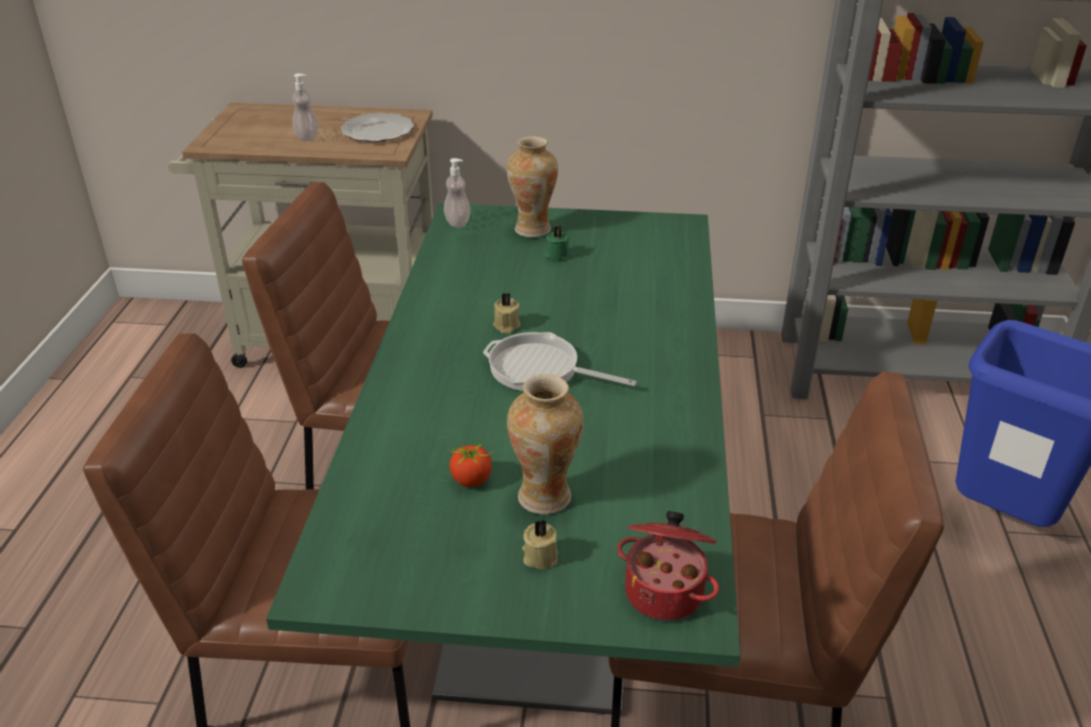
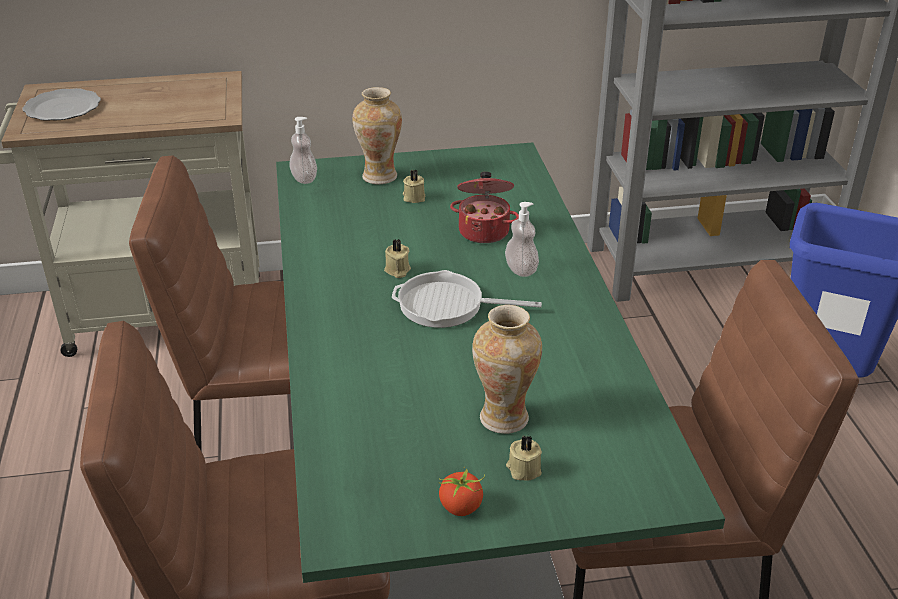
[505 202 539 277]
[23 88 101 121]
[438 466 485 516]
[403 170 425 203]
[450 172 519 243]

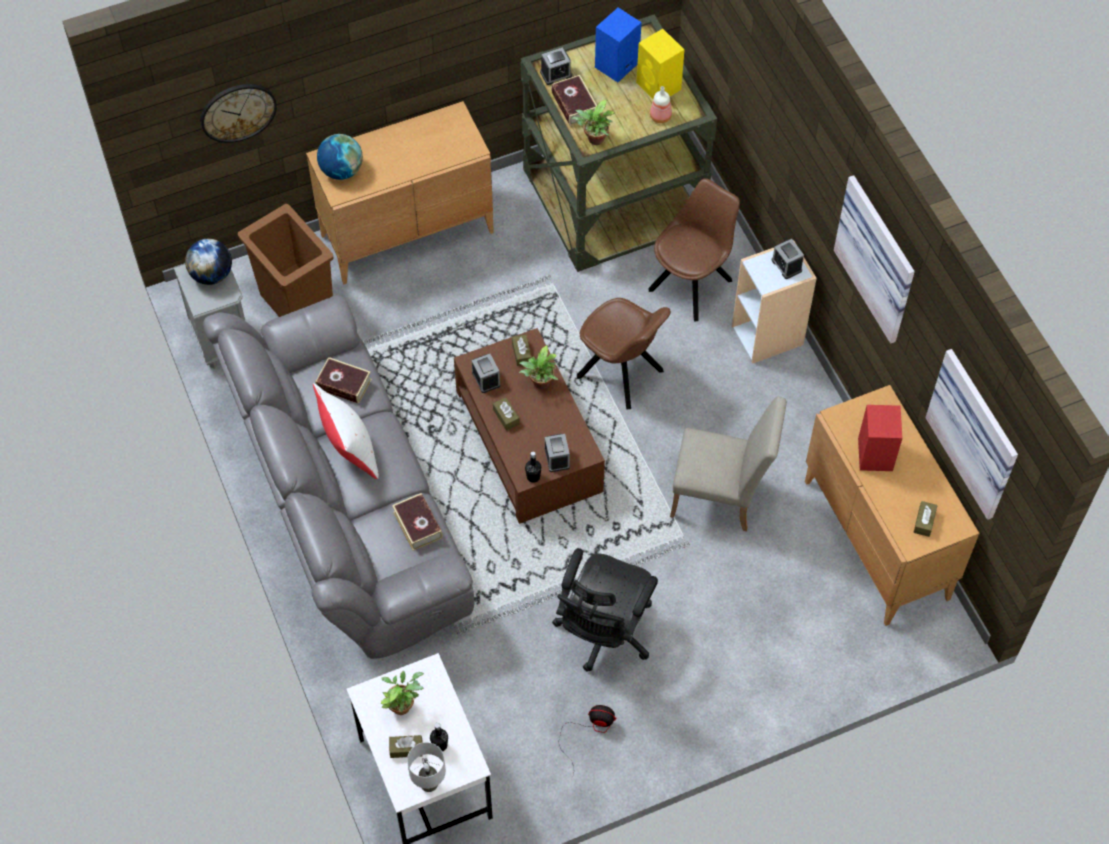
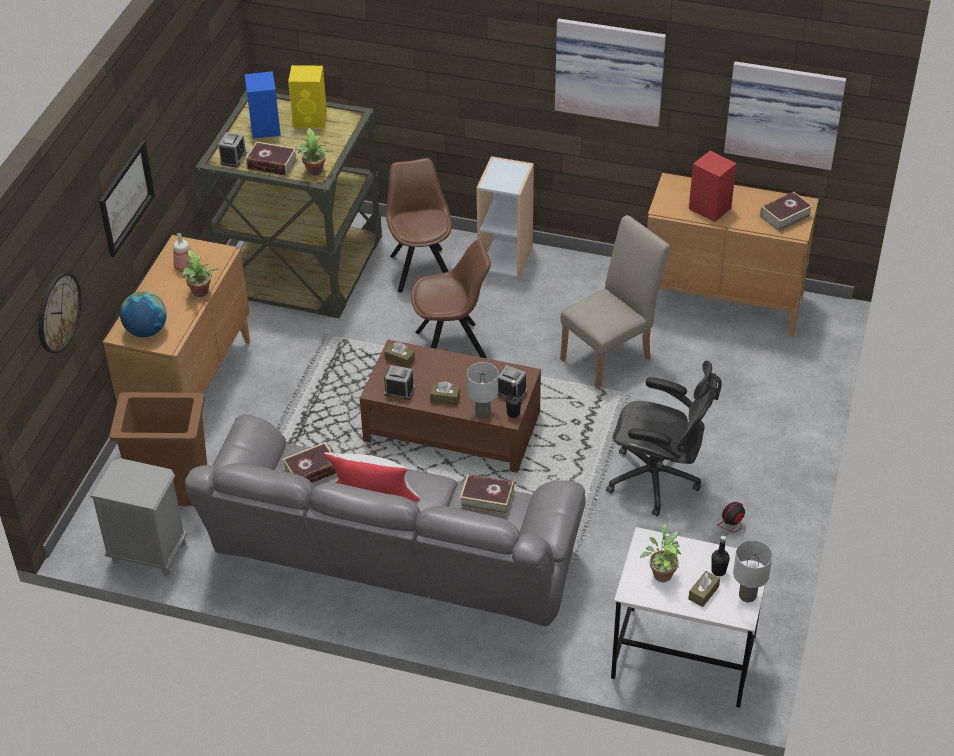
[185 239 232 285] (first image)
[181 250 218 297]
[606 361 722 516]
[173 233 191 272]
[772 239 804 279] (first image)
[760 192 813 232]
[99 141 155 257]
[467 362 498 419]

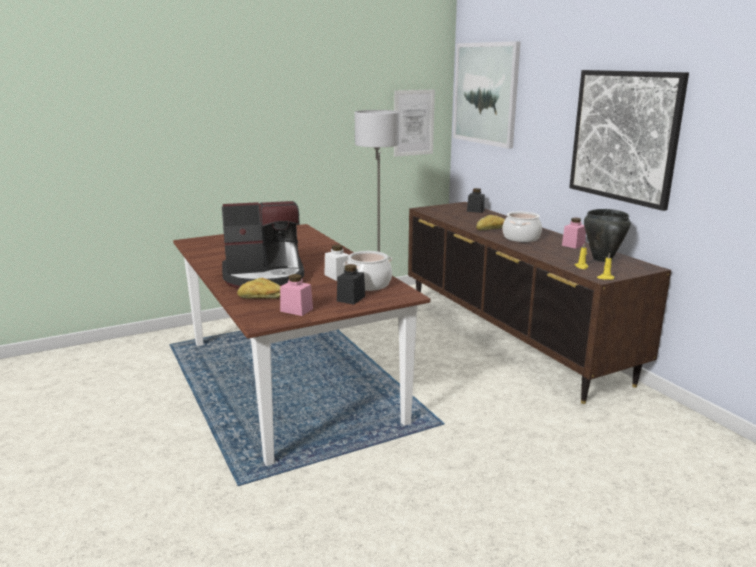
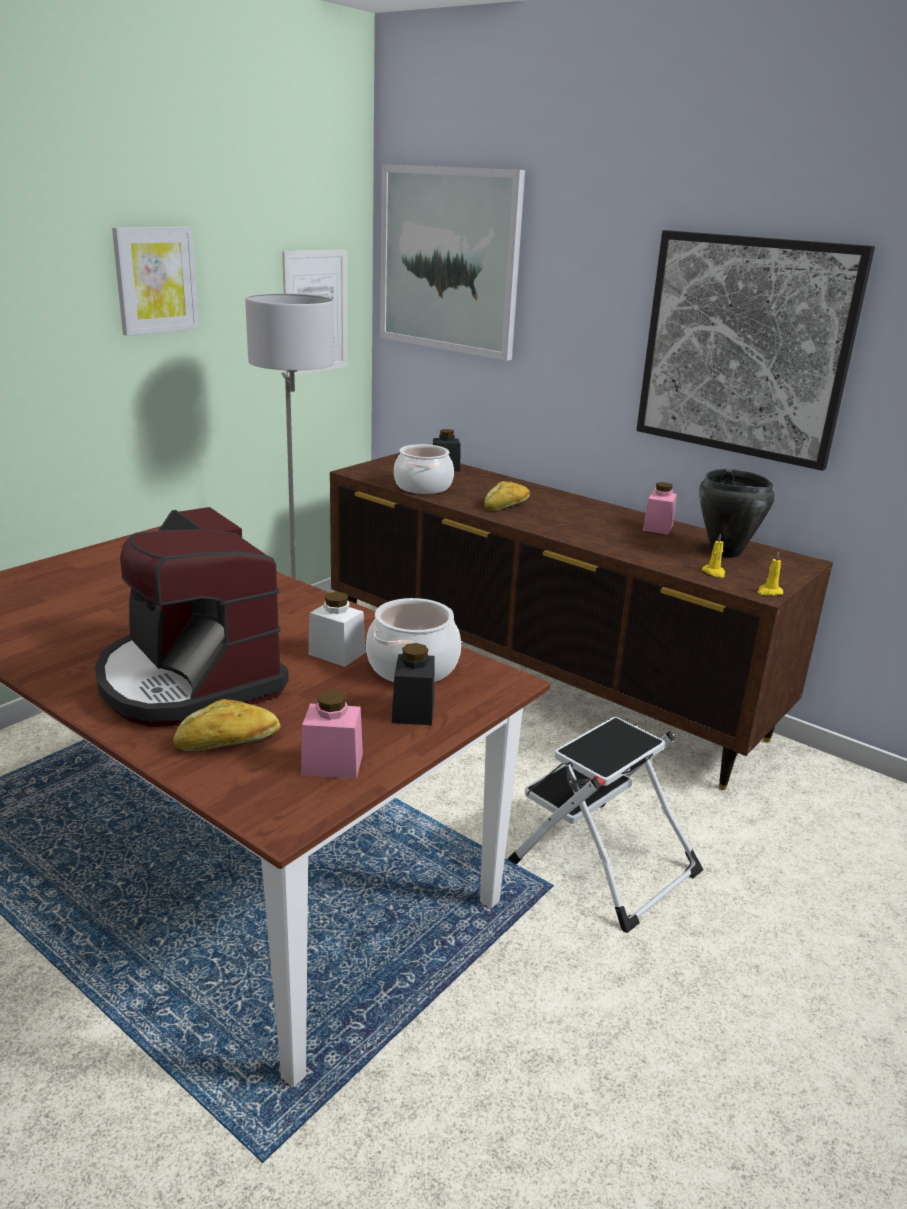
[95 507 289 727]
[394 444 454 494]
[112 227 199 336]
[507 717 703 933]

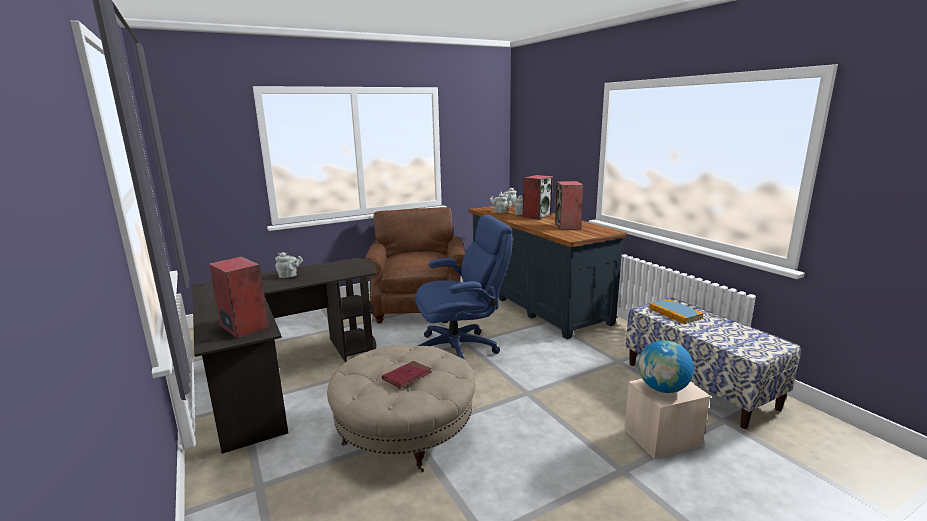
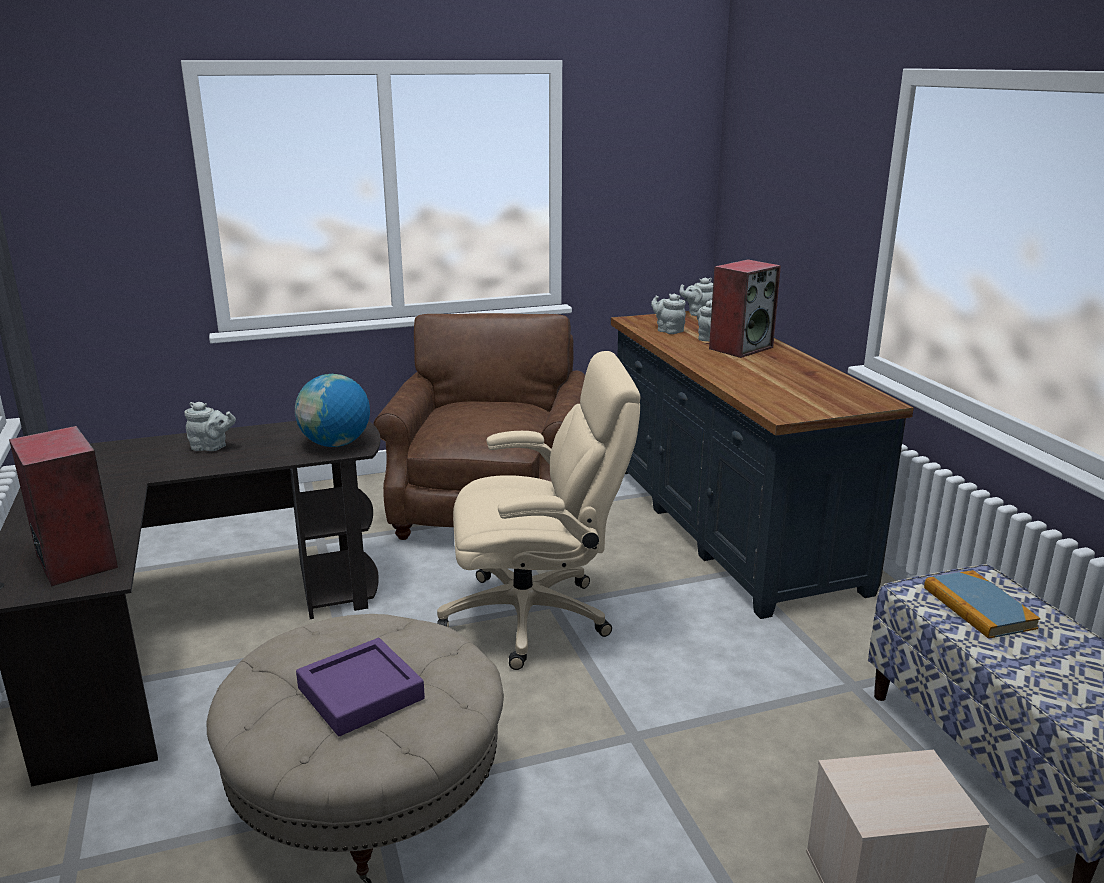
[296 638 425 736]
[437 351 640 670]
[555 181 584 230] (first image)
[295 374 370 447]

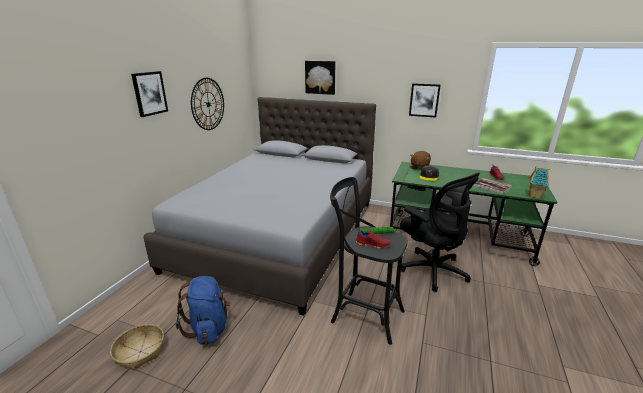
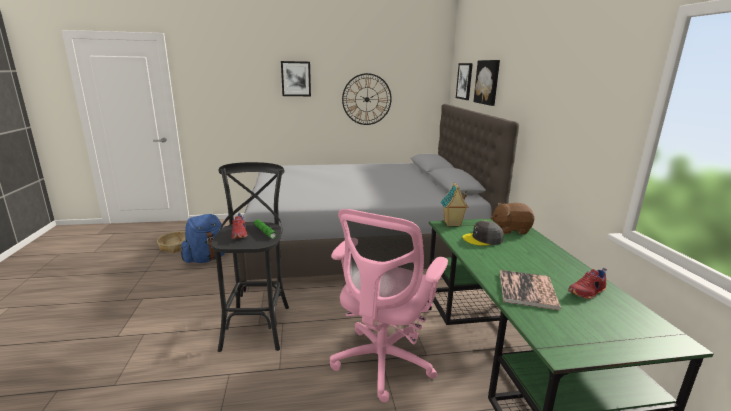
[330 209 448 402]
[456 63 473 100]
[441 183 469 227]

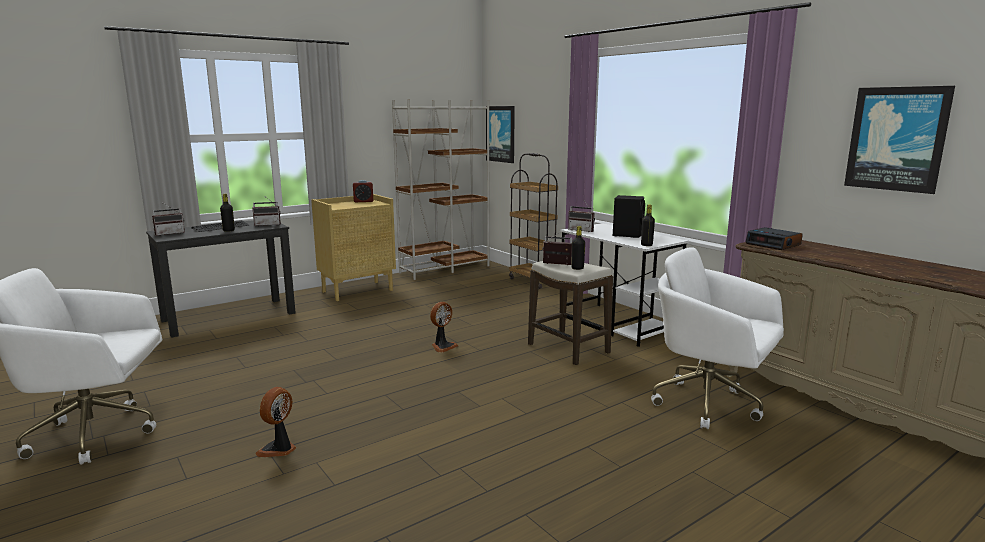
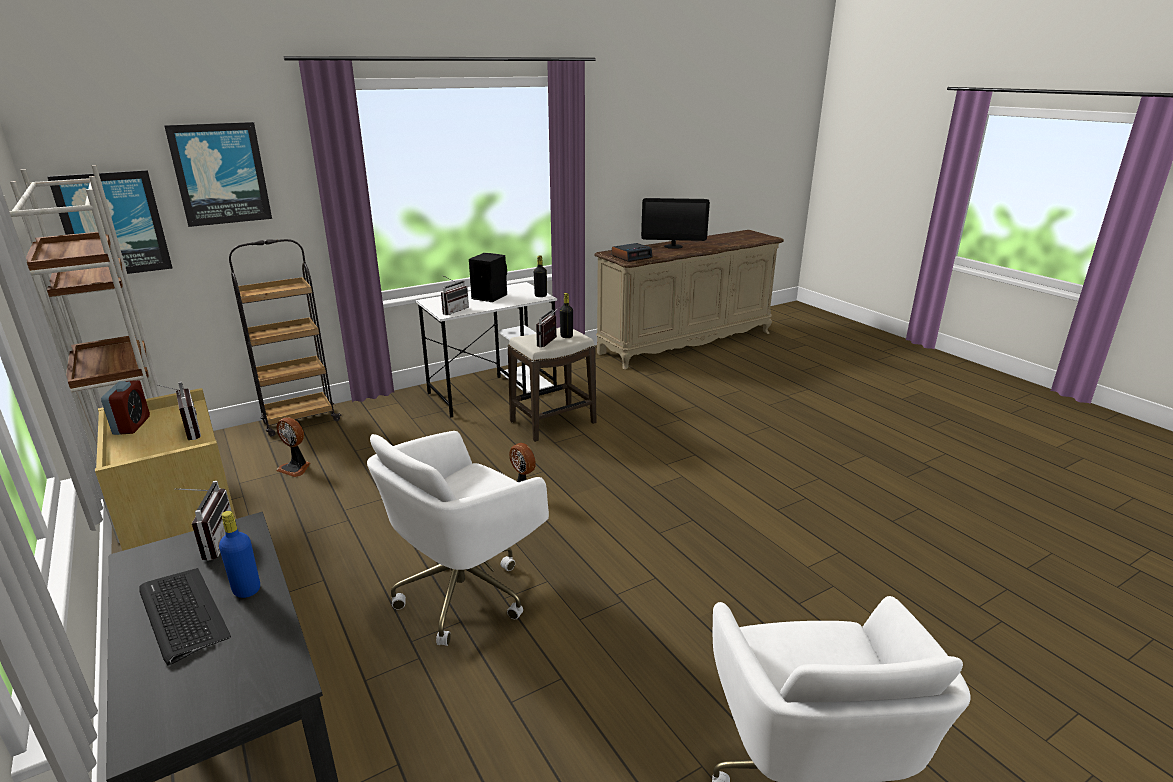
[158 382 201 440]
[219 511 260 598]
[276 417 310 477]
[367 431 549 646]
[164 122 272 227]
[641 198 710 249]

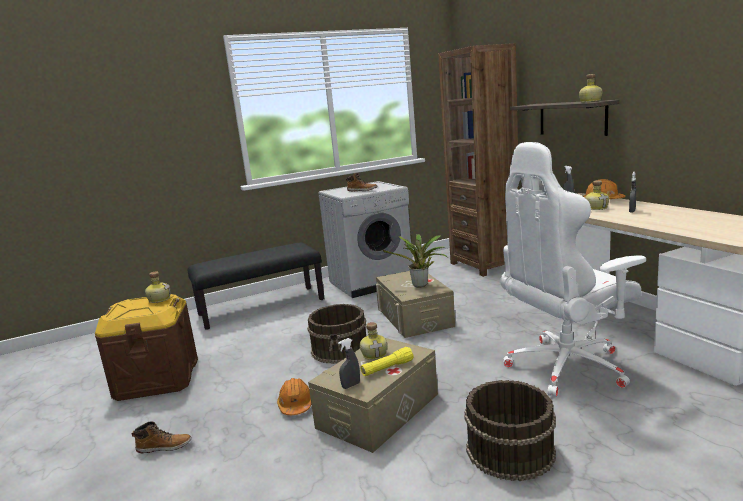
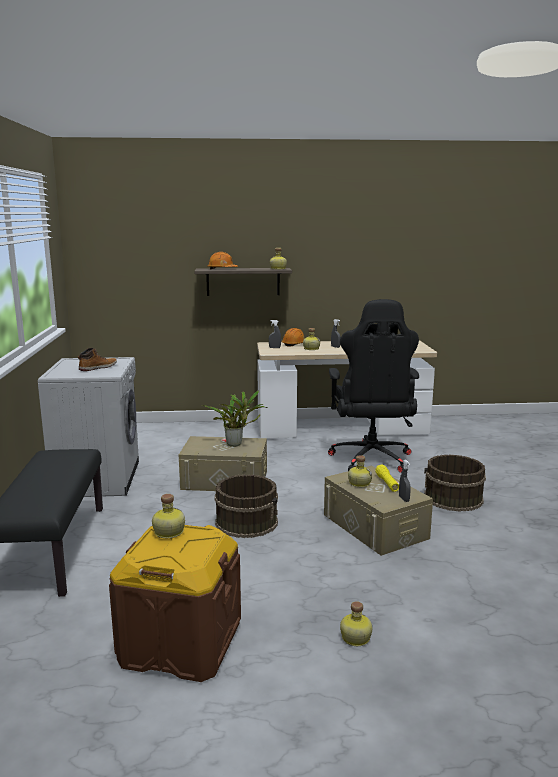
[340 601 373 646]
[207 252 238 269]
[438 43 519 277] (first image)
[328 299 419 473]

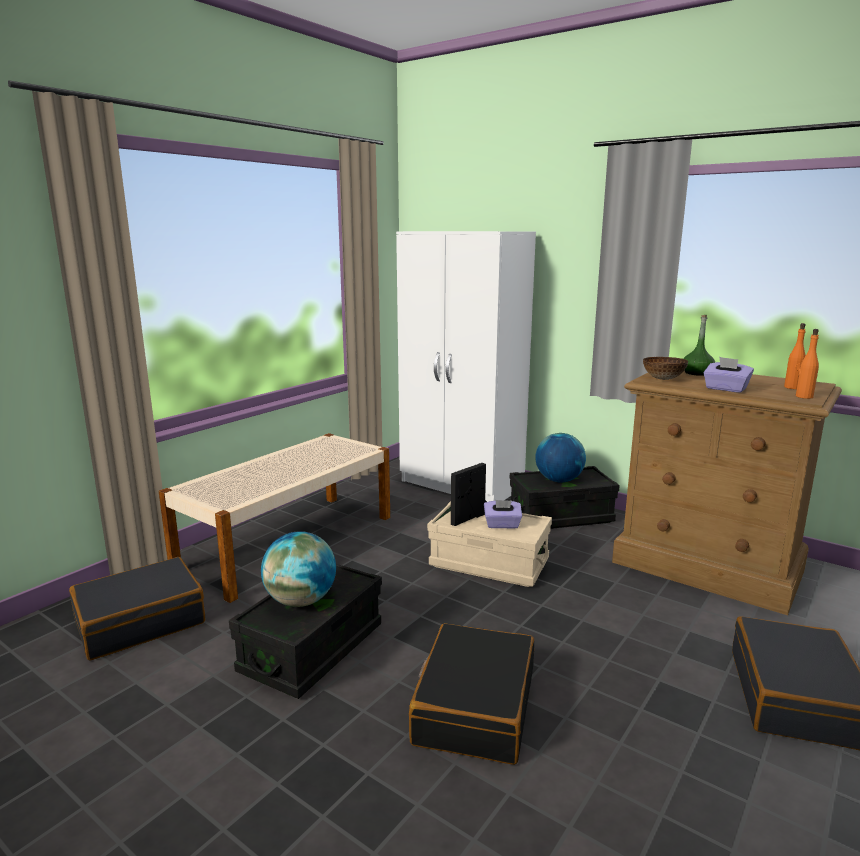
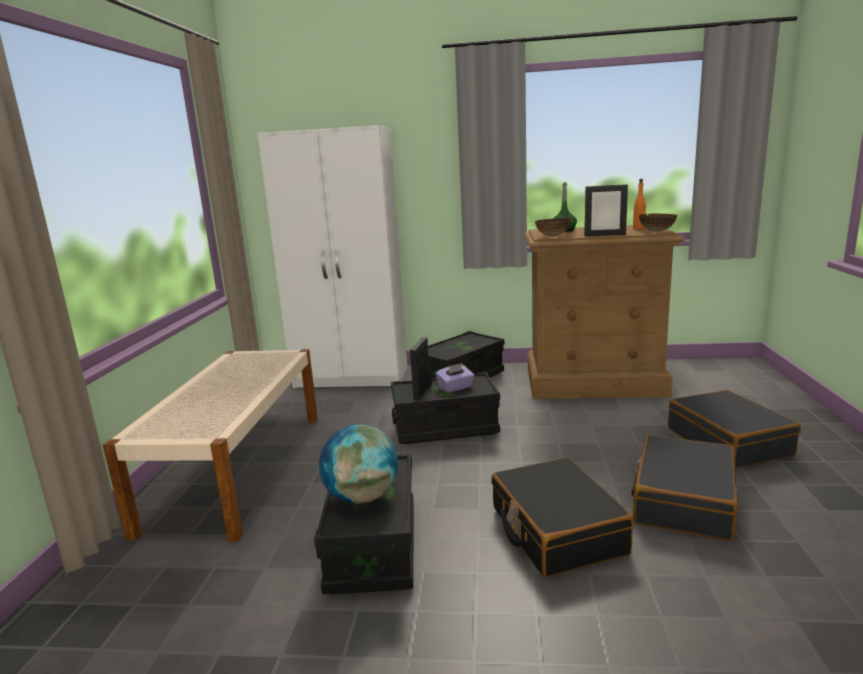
[631 435 739 541]
[391 372 500 444]
[535 433 586 482] (first image)
[584 184 628 236]
[639 214 677 232]

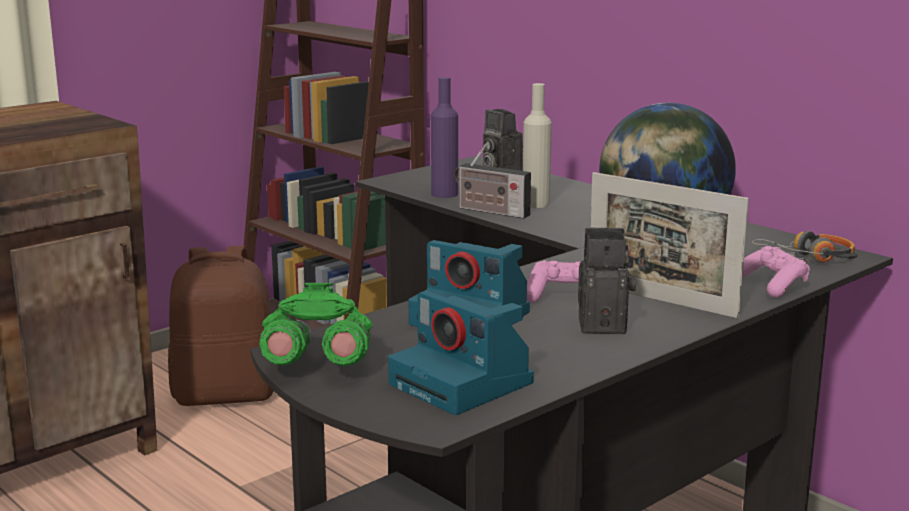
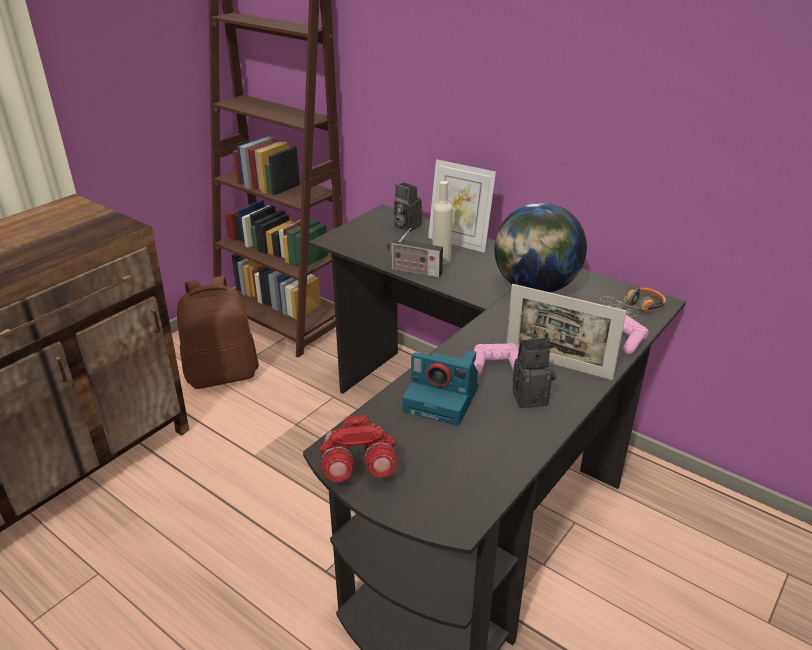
[319 415 397 482]
[388 291 534 415] (first image)
[431 77 458 198] (first image)
[428 159 496 253]

